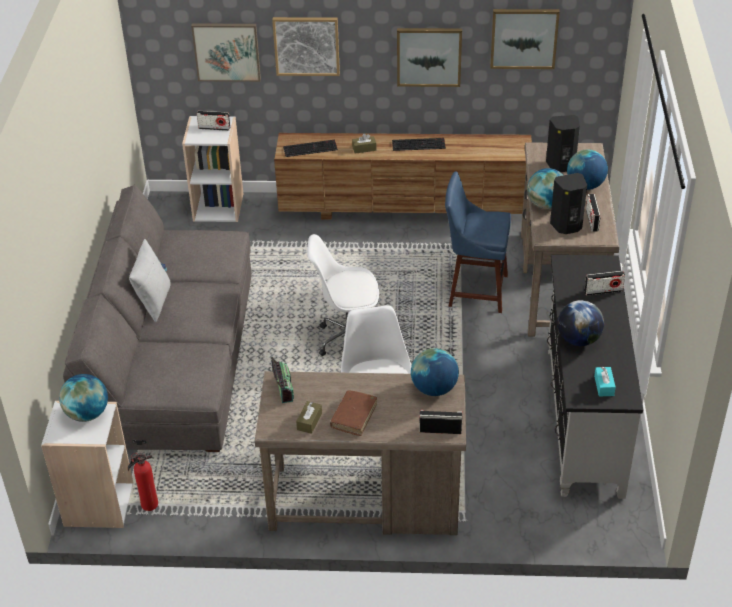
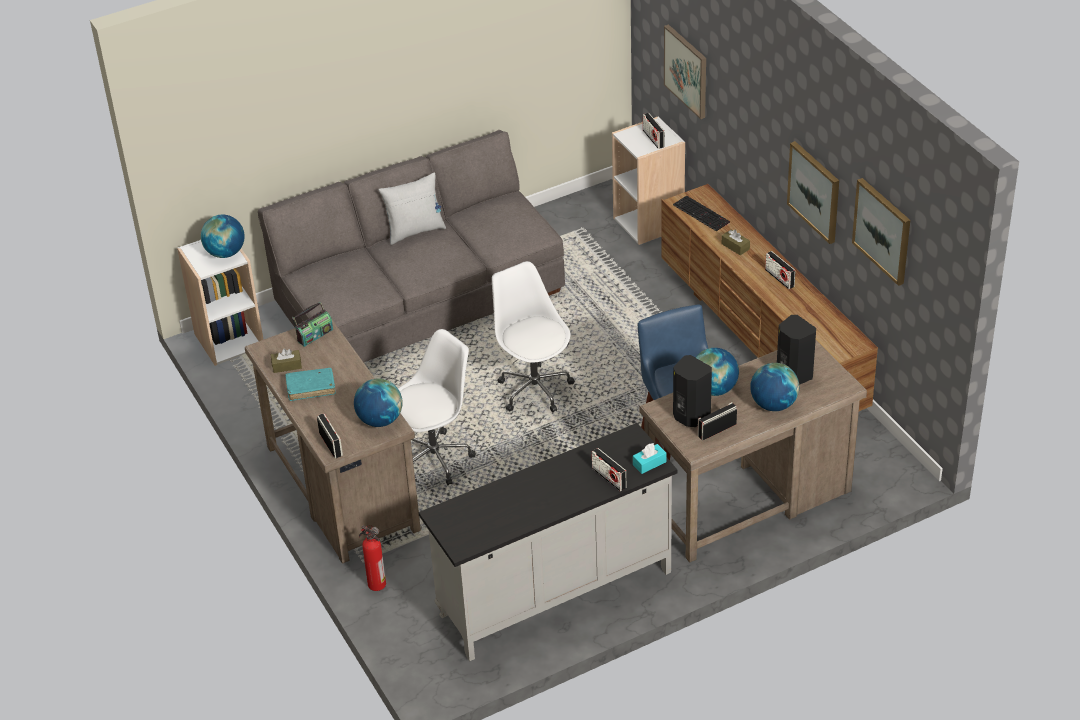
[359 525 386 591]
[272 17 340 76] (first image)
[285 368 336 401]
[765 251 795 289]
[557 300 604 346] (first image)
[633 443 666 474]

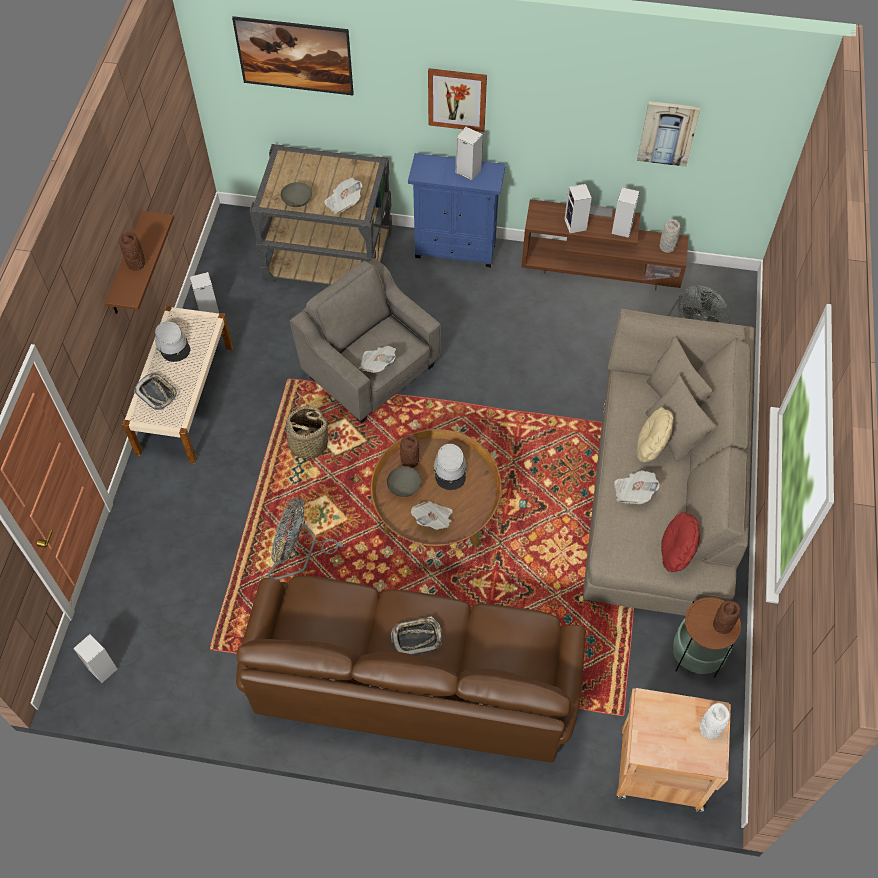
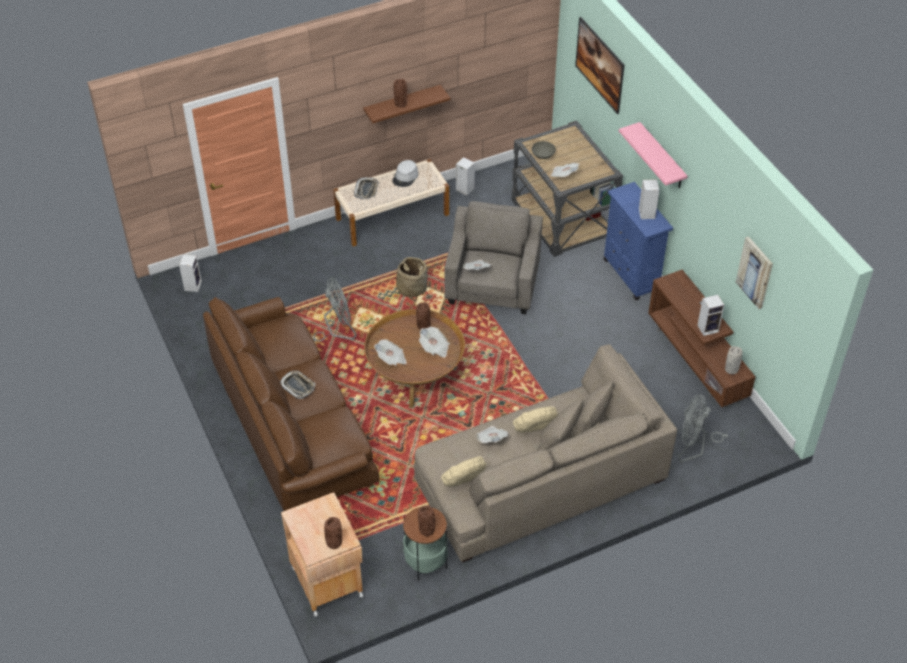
[313 278 356 342]
[387 466 422 497] (first image)
[619 122 687 188]
[419 327 450 358]
[564 184 592 233] (first image)
[441 456 486 487]
[324 517 342 549]

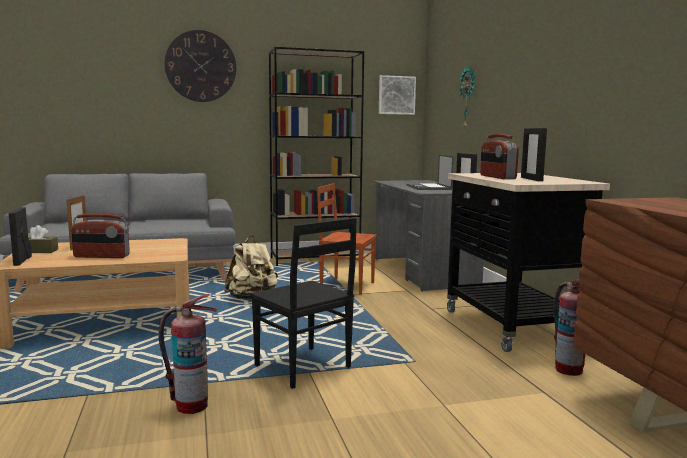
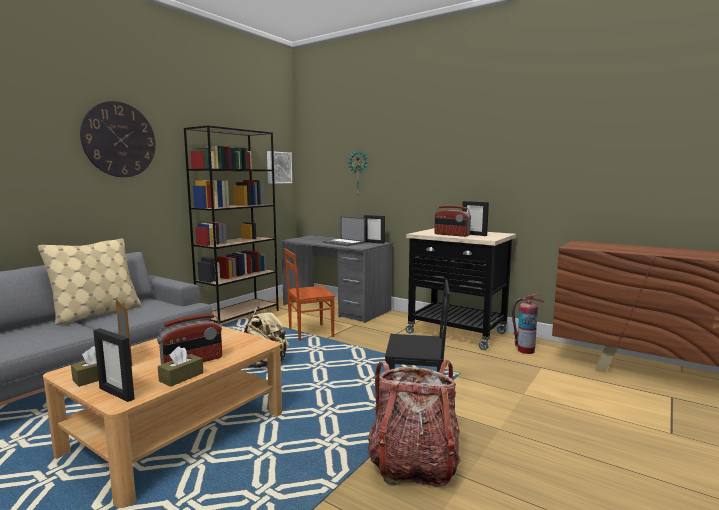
[368 360 461 487]
[38 238 141 325]
[158 346 204 387]

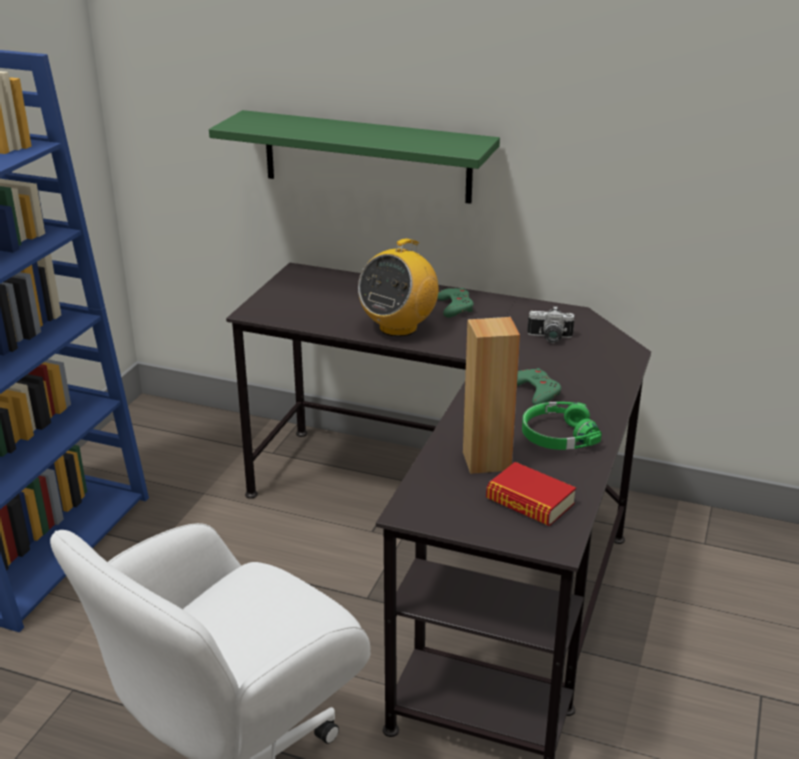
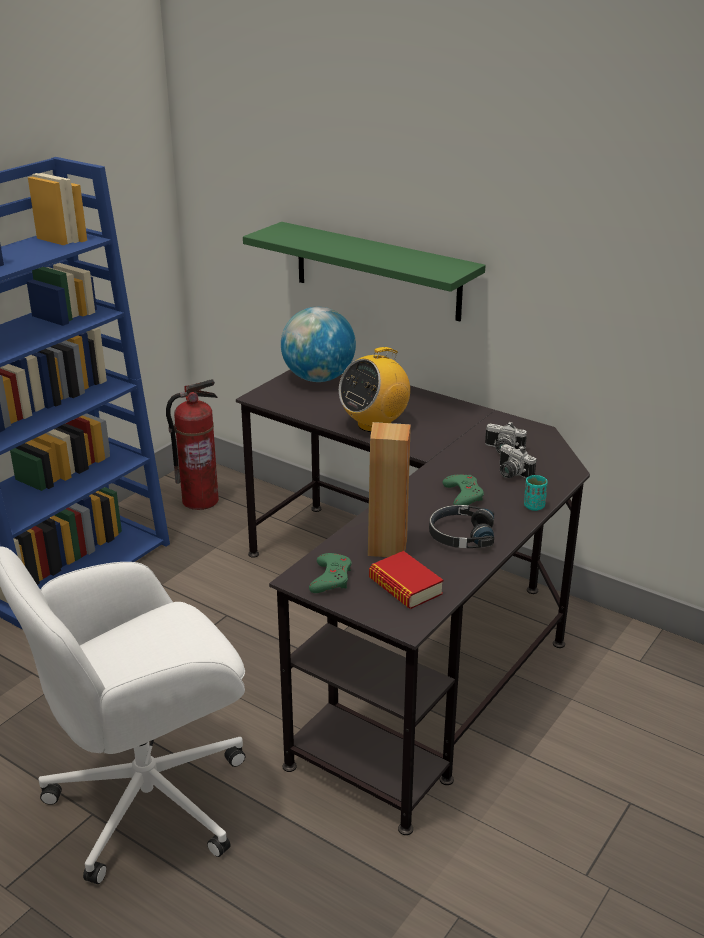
[309 553 352 593]
[429 505 495 548]
[166 379 219 510]
[281 307 356 382]
[500 444 536 479]
[524 475 548 511]

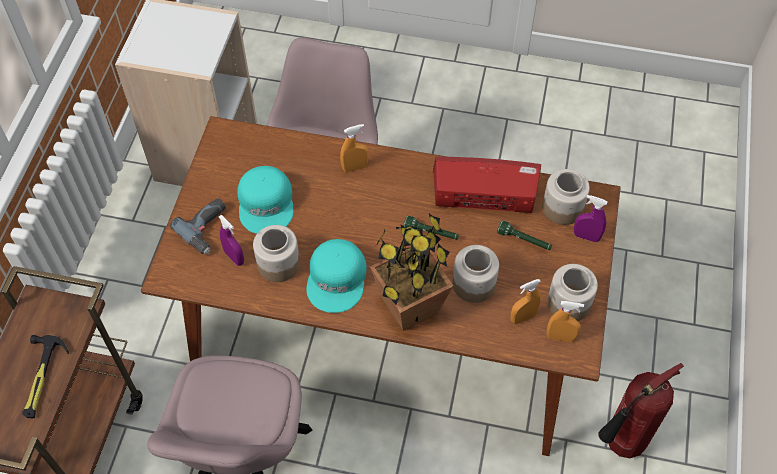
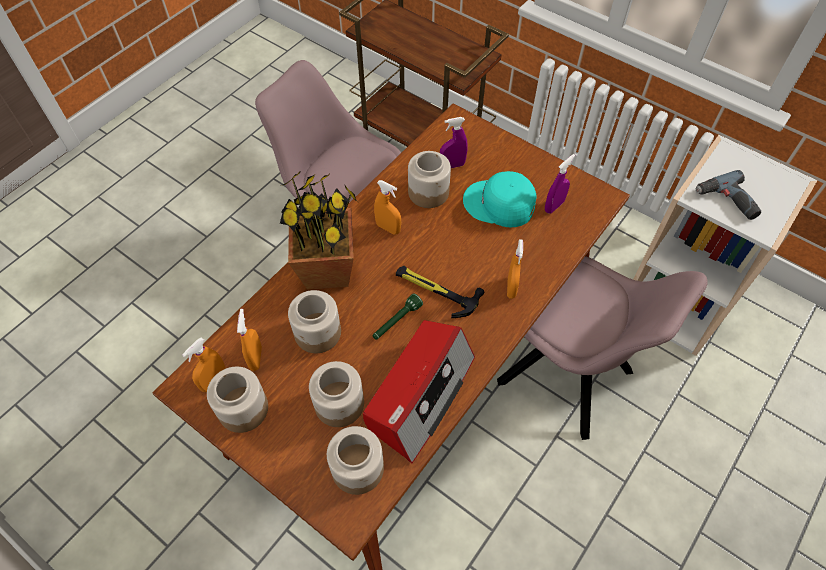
[396 266 484 318]
[696 170 761 220]
[374 180 401 235]
[309 361 364 427]
[545 154 575 214]
[598 363 684 458] (first image)

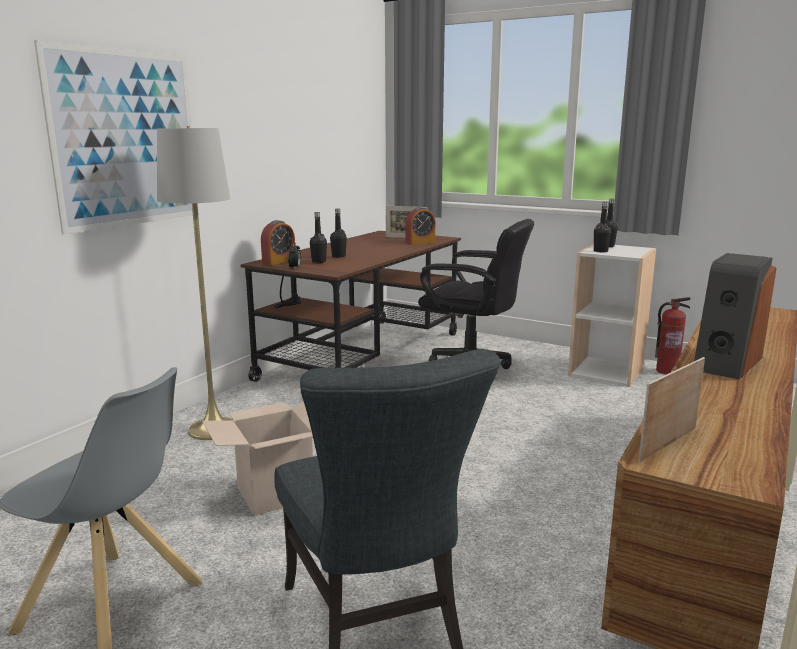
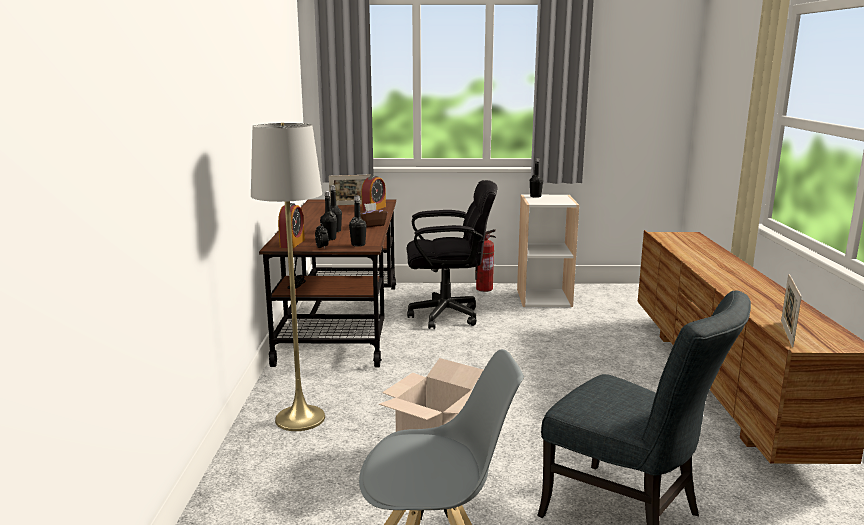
[34 40 199 234] (first image)
[349 195 366 246]
[475 229 496 292]
[694 253 776 379] (first image)
[360 203 387 228]

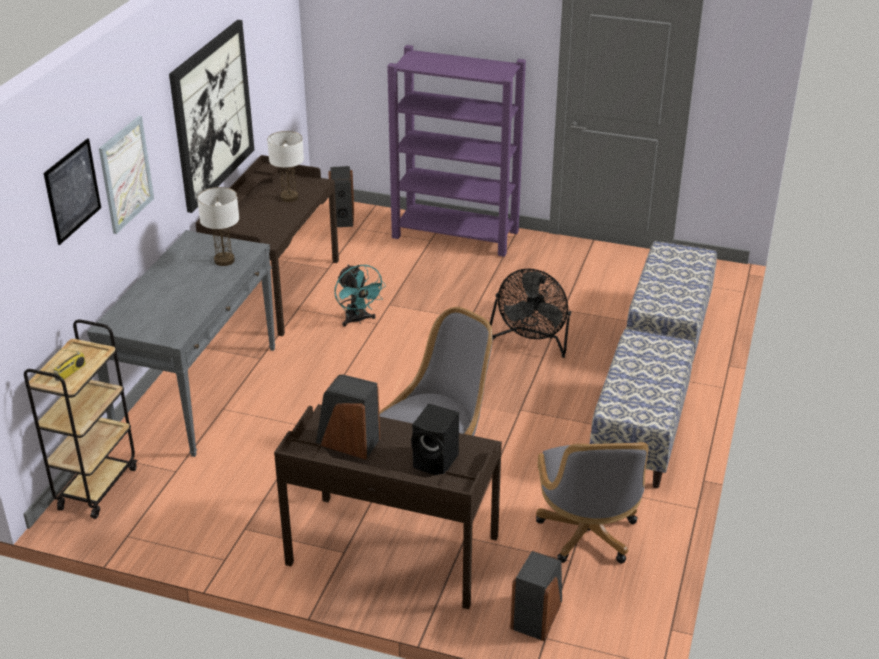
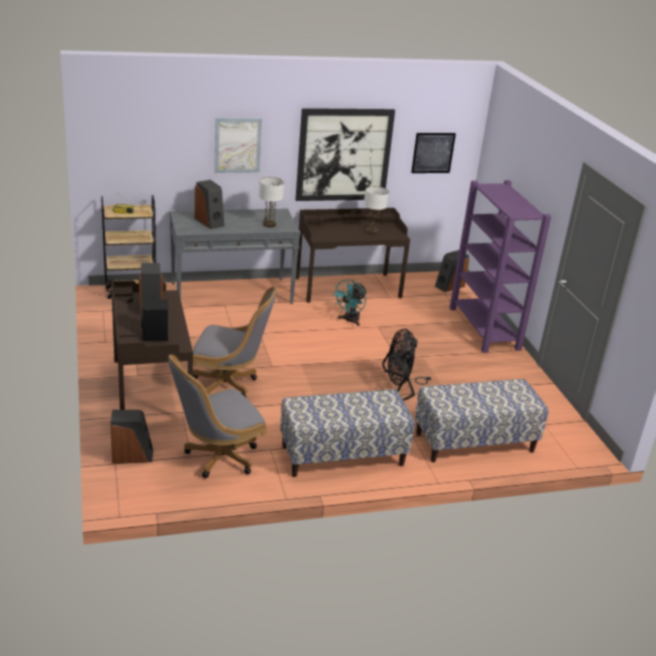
[411 133 456 173]
[195 180 224 229]

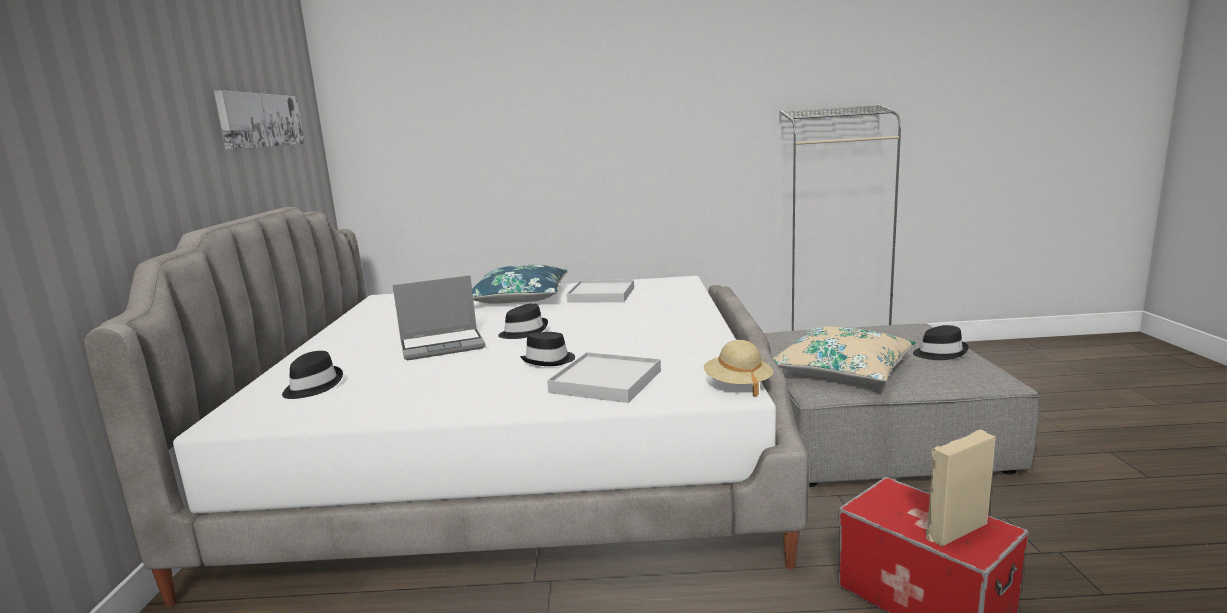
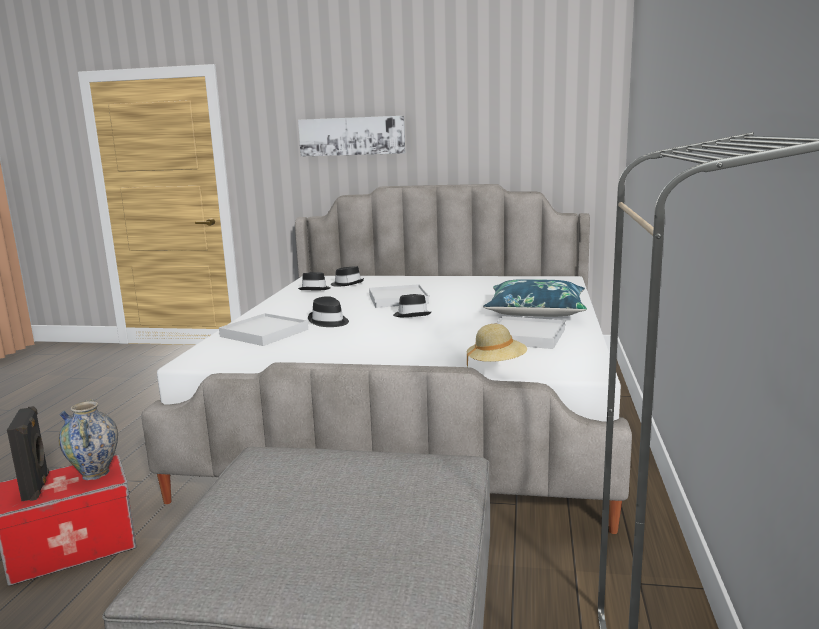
[298 116 406 157]
[369 284 429 308]
[467 324 527 366]
[773 326 916 384] (first image)
[298 272 330 290]
[7 406 49 501]
[58 399 118 480]

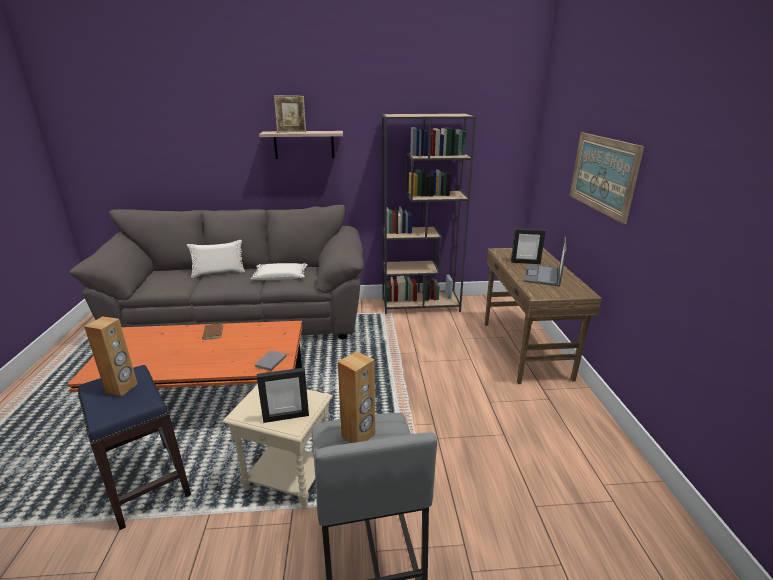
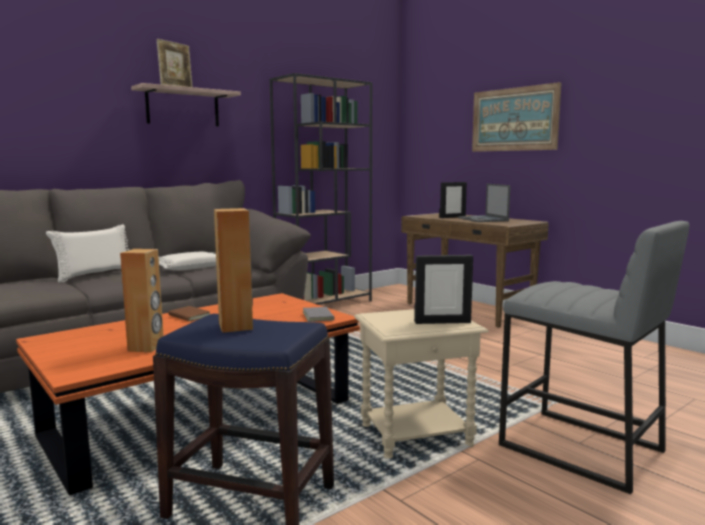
[414 255 473 324]
[120 249 164 352]

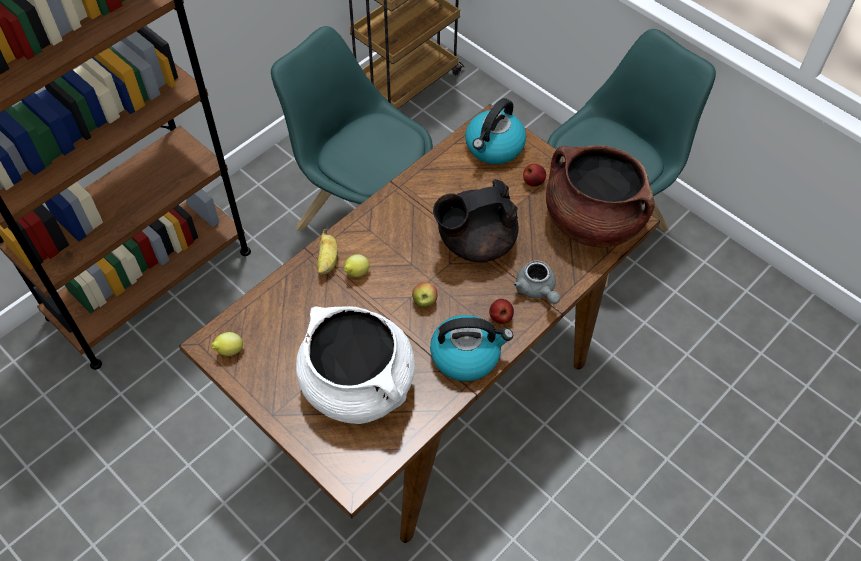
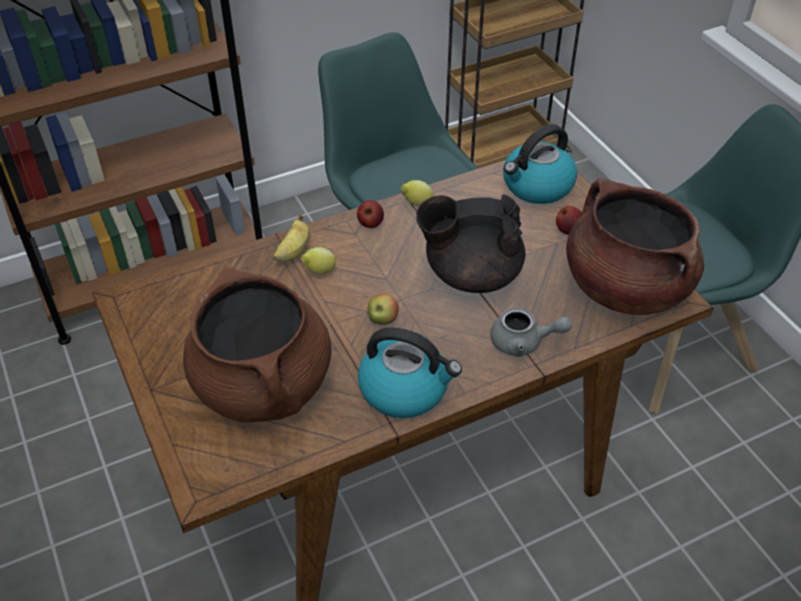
[401 180 433 206]
[183 268 331 423]
[357 200 384 228]
[490 307 572 357]

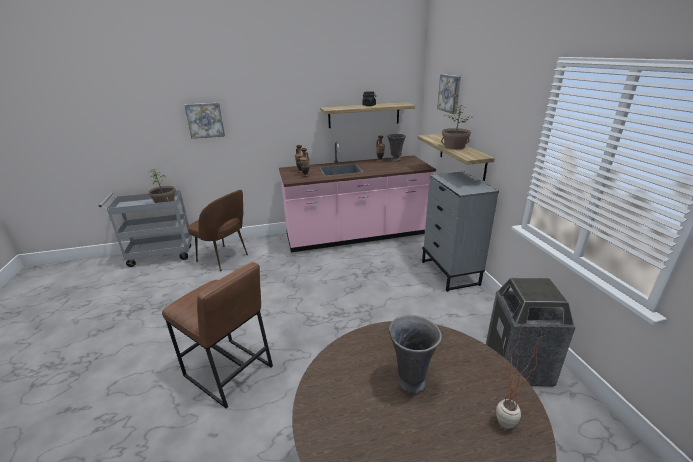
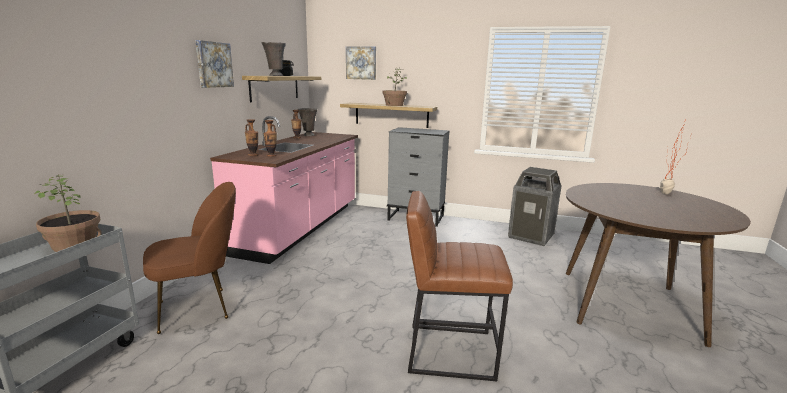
[406 191 513 381]
[196 40 234 88]
[262 42 286 76]

